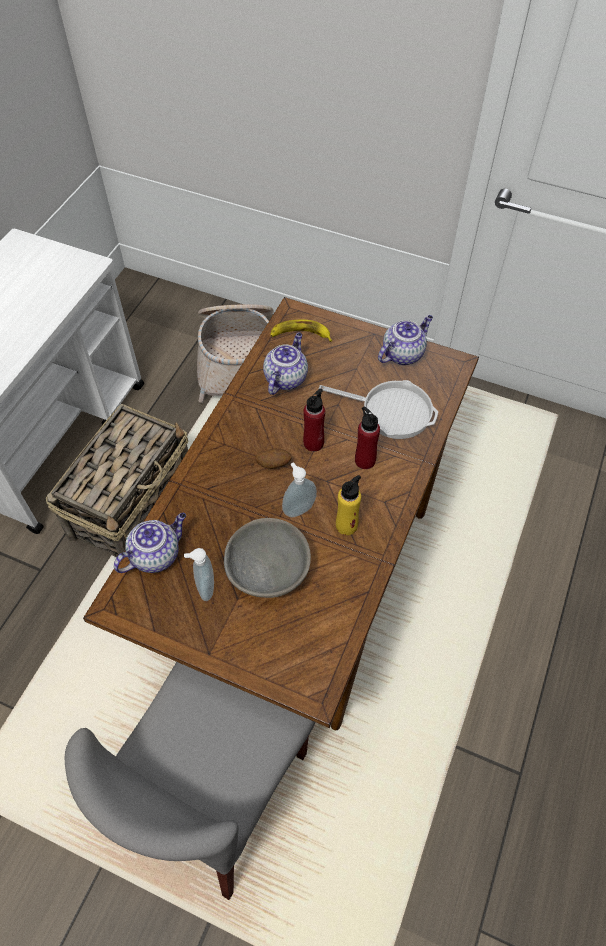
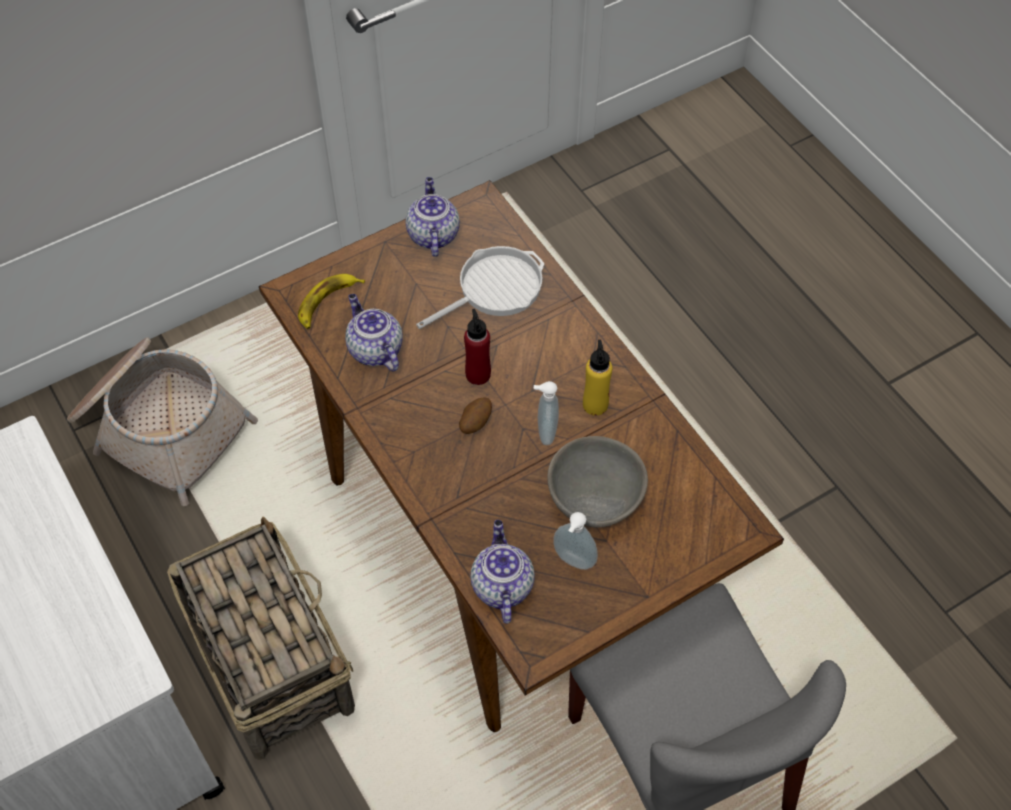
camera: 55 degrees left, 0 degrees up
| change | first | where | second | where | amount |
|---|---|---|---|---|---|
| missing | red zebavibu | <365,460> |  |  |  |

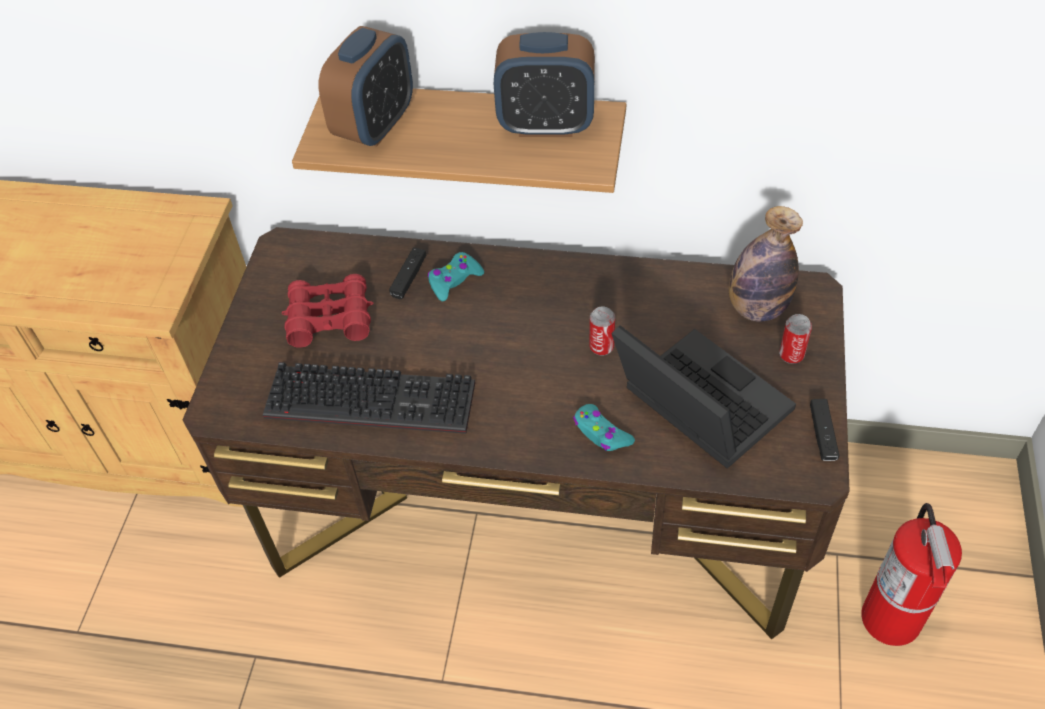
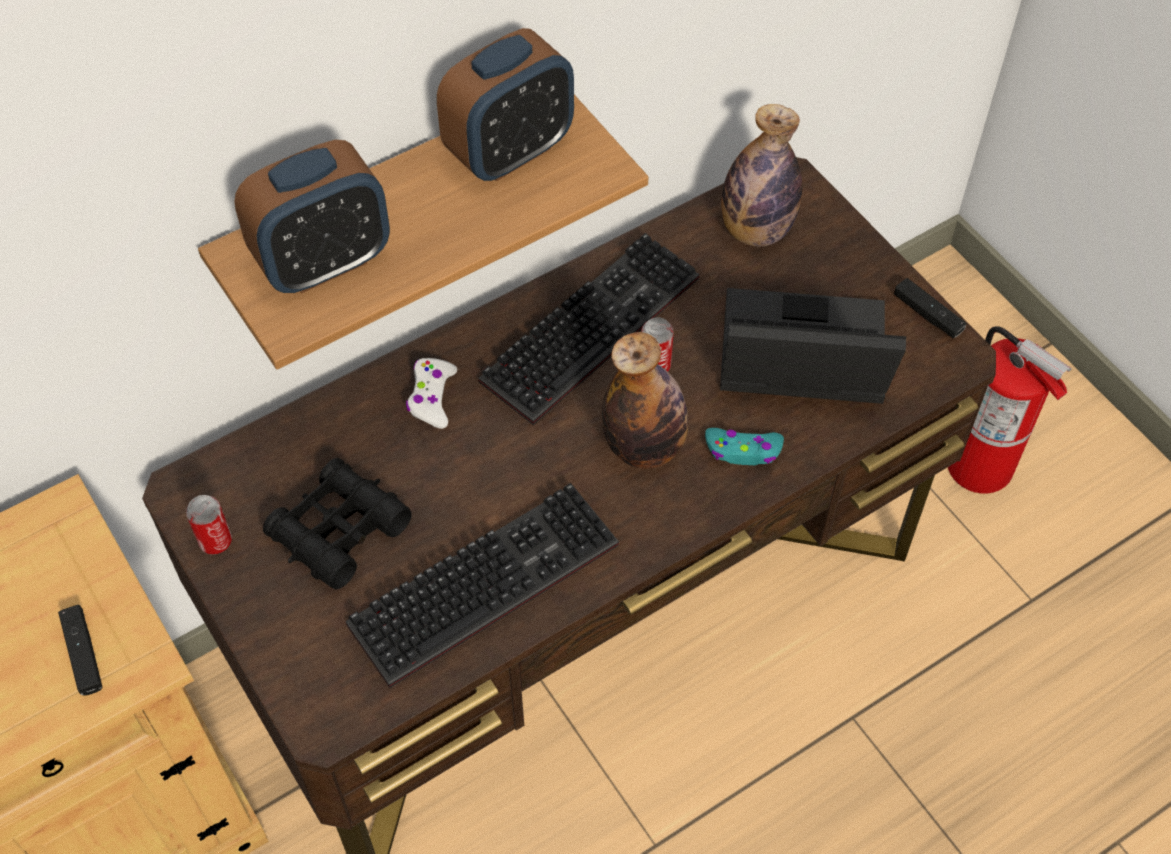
camera: 45 degrees left, 5 degrees up
| change | first | where | second | where | amount |
|---|---|---|---|---|---|
| colour | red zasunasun | <329,318> | black zasunasun | <338,531> |  |
| spun | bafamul | <375,126> |  | <324,262> | 75 degrees clockwise |
| relocated | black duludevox | <409,278> |  | <83,654> |  |
| colour | turquoise duludevox | <454,280> | white duludevox | <432,397> |  |
| relocated | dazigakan | <791,355> |  | <215,541> |  |
| appeared |  |  | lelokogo | <590,324> |  |
| appeared |  |  | zebavibu | <644,447> |  |

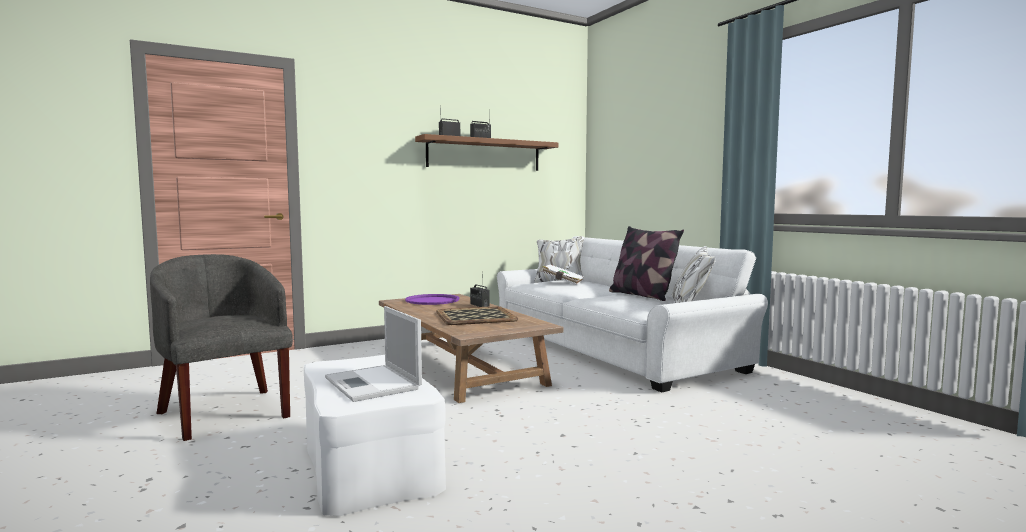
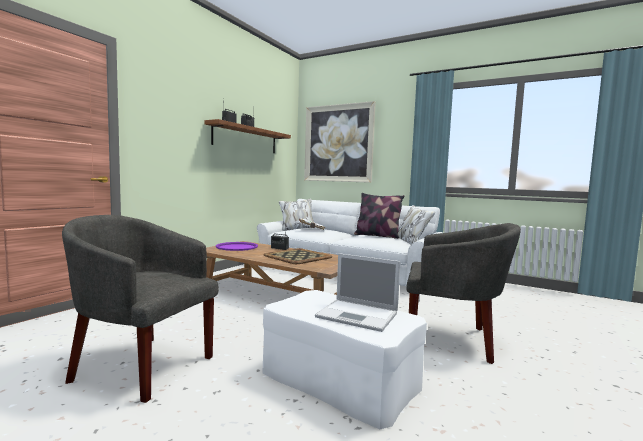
camera: 30 degrees left, 0 degrees up
| change | first | where | second | where | amount |
|---|---|---|---|---|---|
| appeared |  |  | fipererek | <338,143> |  |
| appeared |  |  | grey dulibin | <452,339> |  |

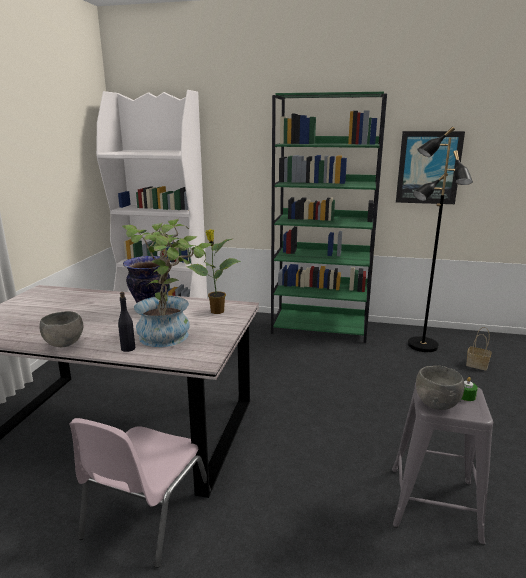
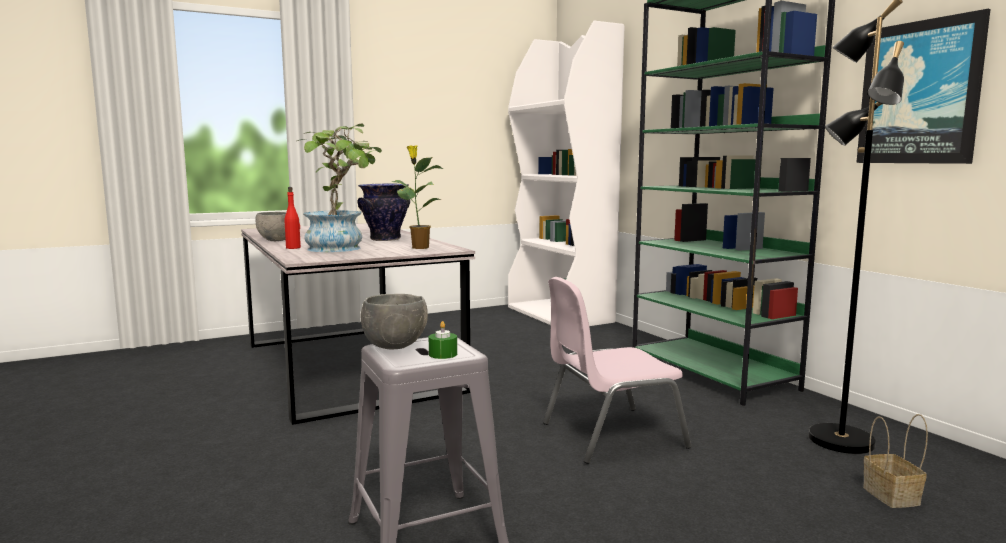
camera: 50 degrees right, 10 degrees down
| change | first | where | second | where | amount |
|---|---|---|---|---|---|
| relocated | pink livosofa | <145,515> |  | <610,435> |  |
| colour | black zebavibu | <128,348> | red zebavibu | <293,248> |  |

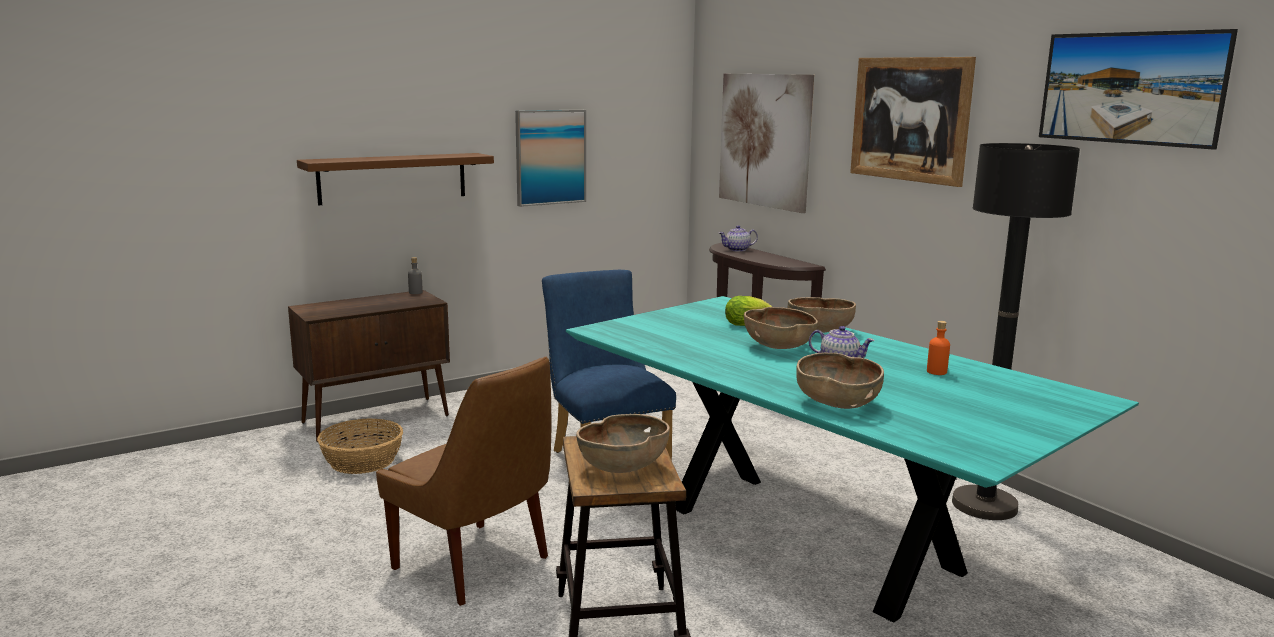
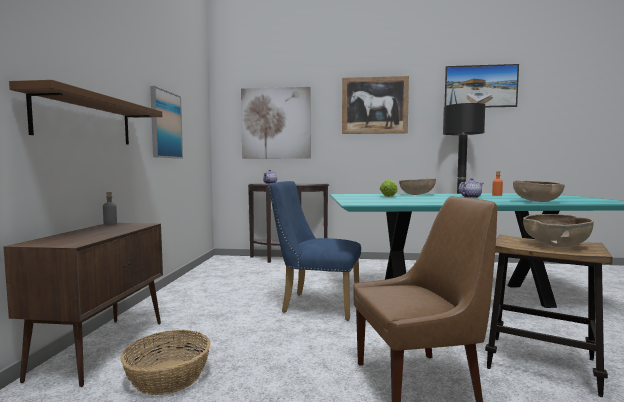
camera: 50 degrees left, 10 degrees down
| change | first | where | second | where | amount |
|---|---|---|---|---|---|
| missing | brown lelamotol | <778,347> |  |  |  |

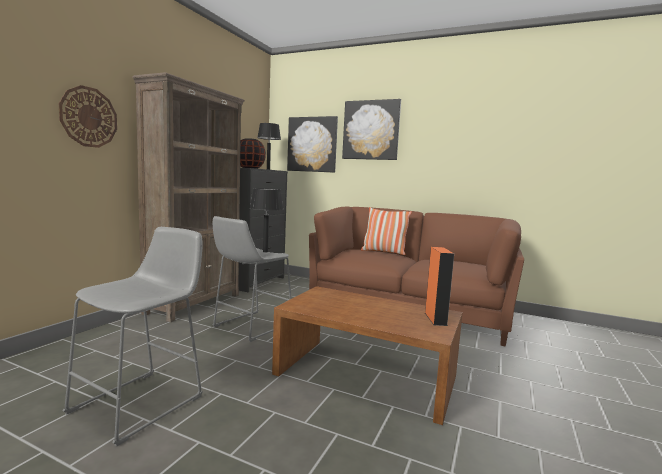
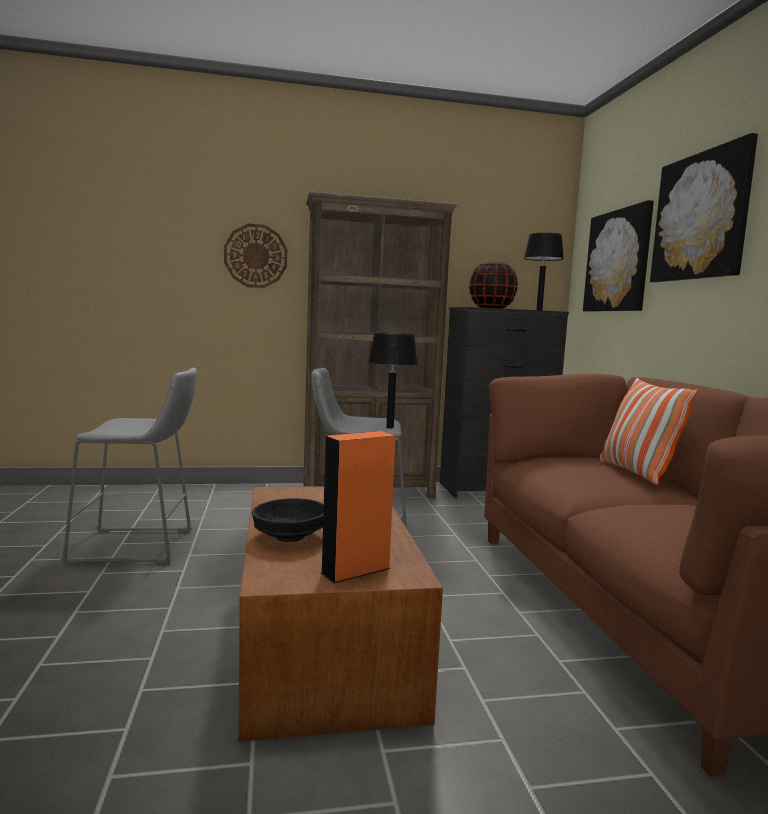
camera: 55 degrees right, 0 degrees up
| change | first | where | second | where | amount |
|---|---|---|---|---|---|
| appeared |  |  | black lelamotol | <290,536> |  |

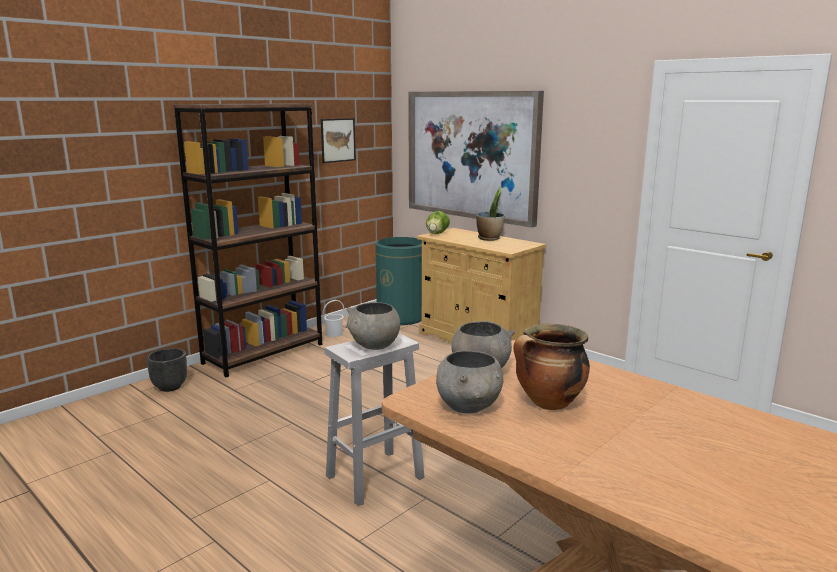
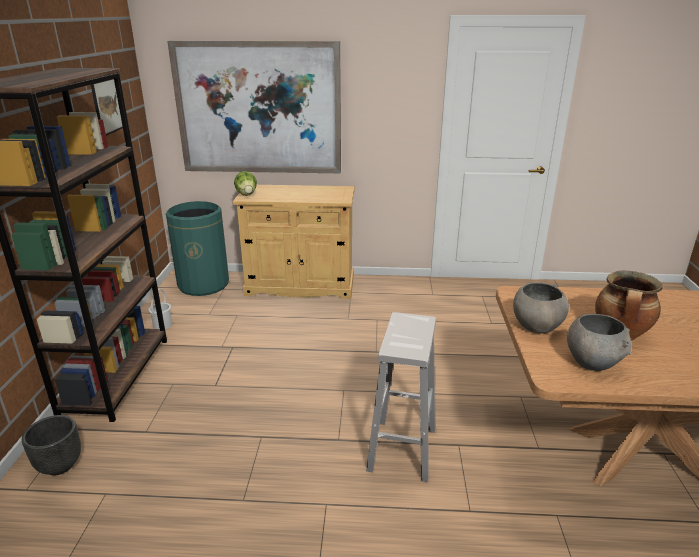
camera: 40 degrees left, 10 degrees up
| change | first | where | second | where | amount |
|---|---|---|---|---|---|
| missing | grey lelamotol | <374,346> |  |  |  |
| missing | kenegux | <489,238> |  |  |  |

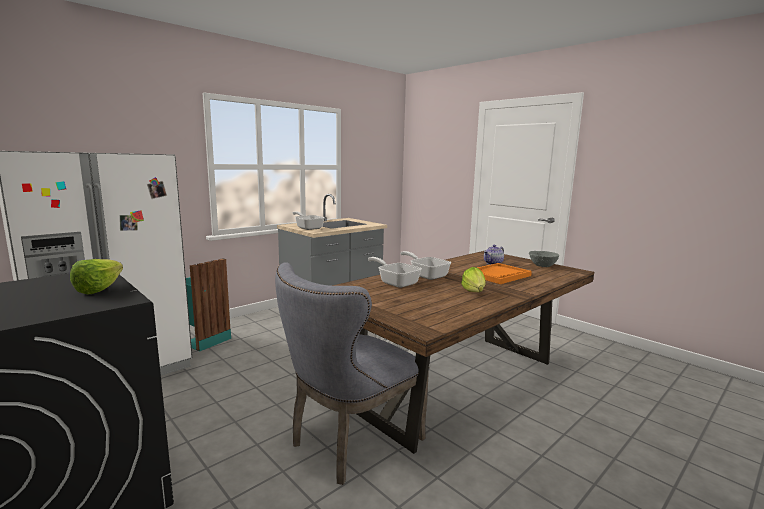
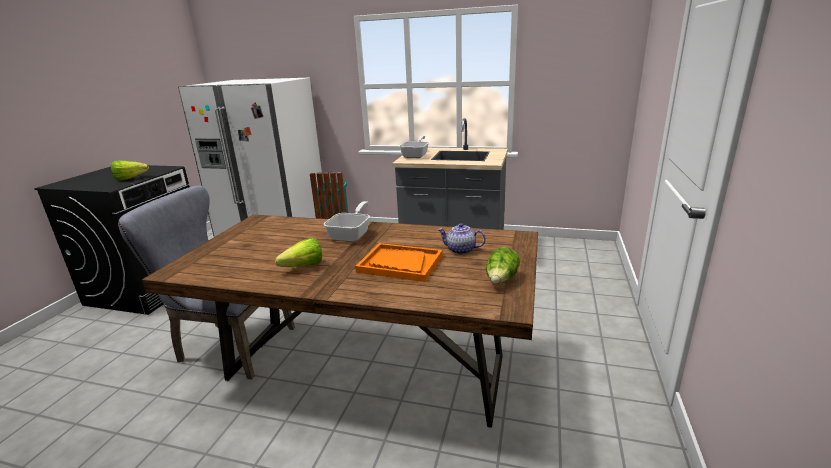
camera: 60 degrees right, 10 degrees up
| change | first | where | second | where | amount |
|---|---|---|---|---|---|
| missing | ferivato | <395,282> |  |  |  |
| exchanged | grey lelamotol | <542,266> | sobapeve | <501,280> |  |

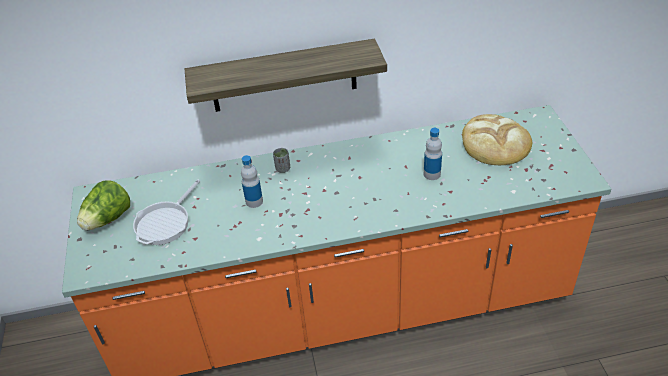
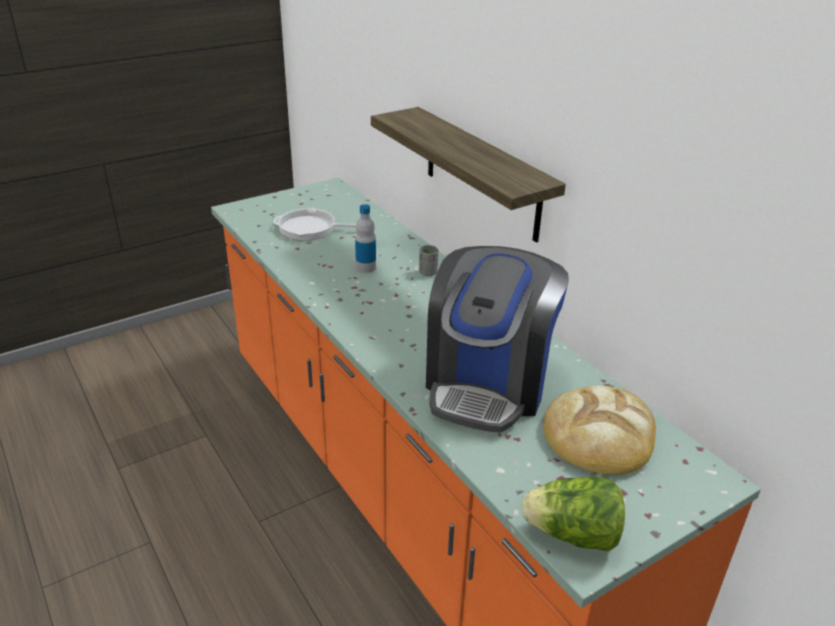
camera: 65 degrees right, 10 degrees down
| change | first | where | second | where | amount |
|---|---|---|---|---|---|
| relocated | sobapeve | <108,219> |  | <572,535> |  |
| exchanged | zebavibu | <432,174> | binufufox | <488,383> |  |

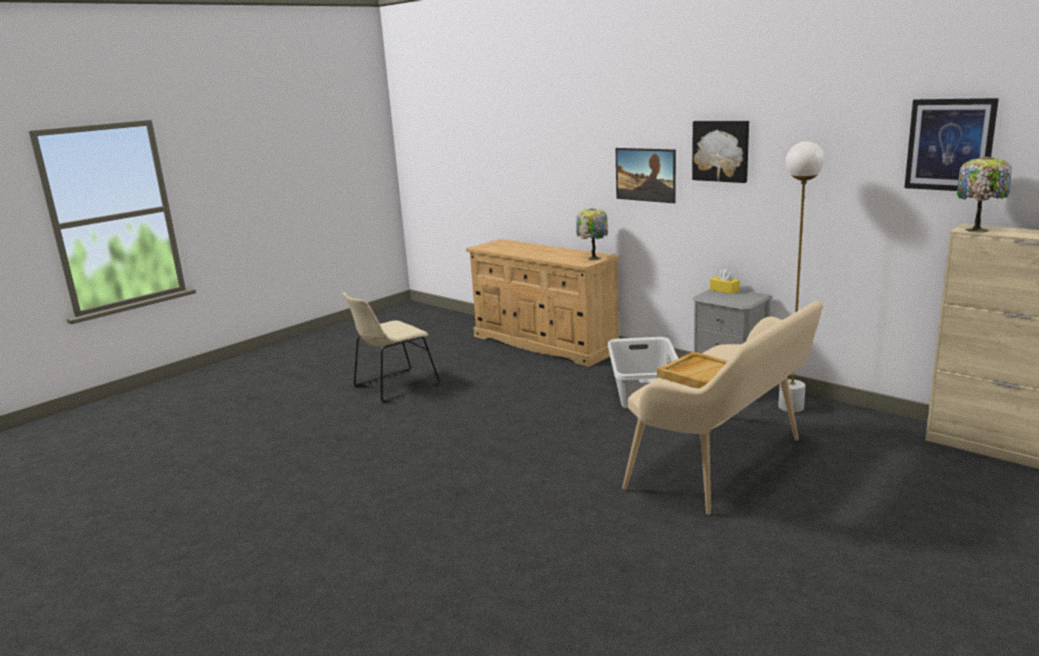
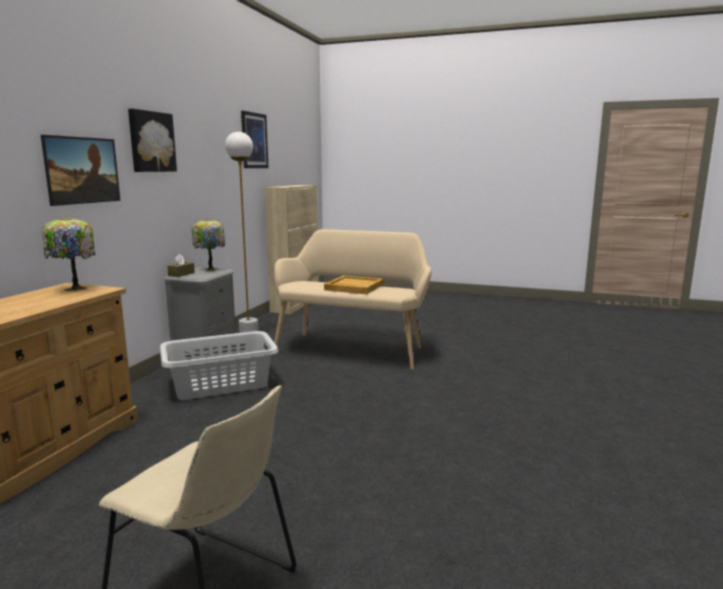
camera: 115 degrees left, 5 degrees down
| change | first | where | second | where | amount |
|---|---|---|---|---|---|
| colour | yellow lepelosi | <724,290> | brown lepelosi | <181,274> |  |
| relocated | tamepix | <978,230> |  | <211,269> |  |

